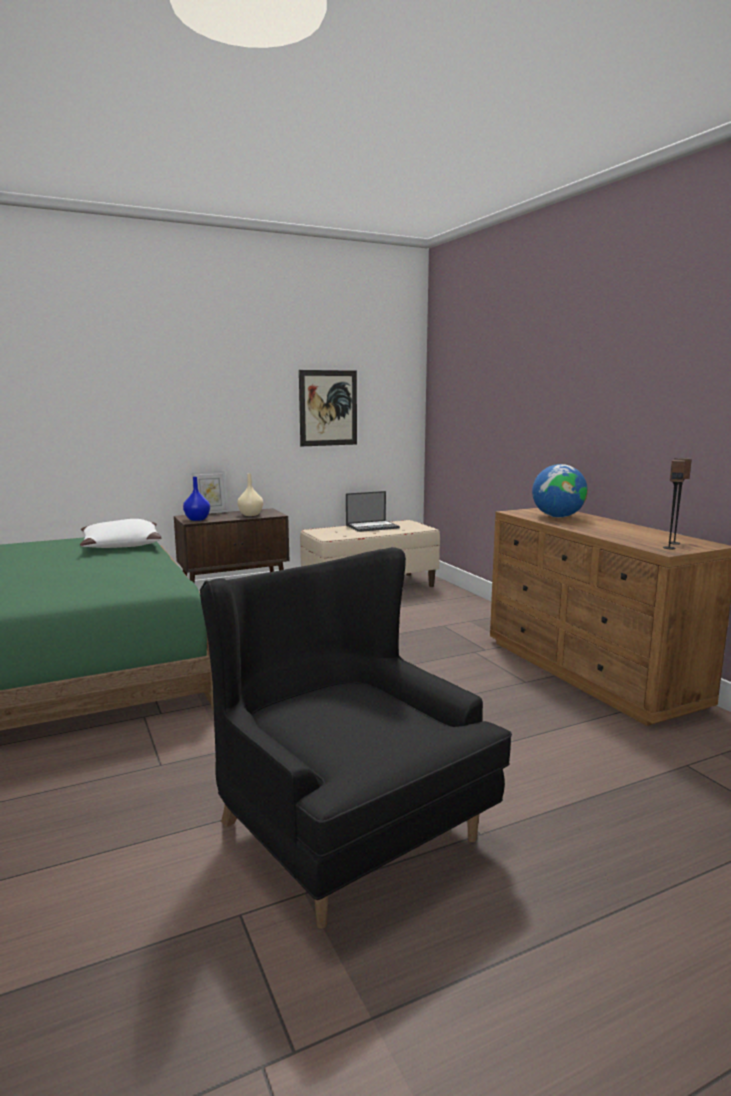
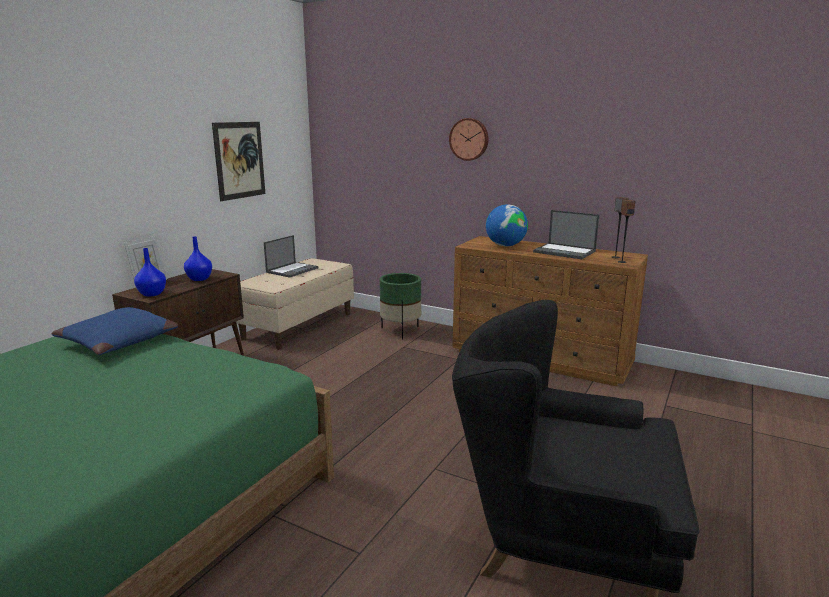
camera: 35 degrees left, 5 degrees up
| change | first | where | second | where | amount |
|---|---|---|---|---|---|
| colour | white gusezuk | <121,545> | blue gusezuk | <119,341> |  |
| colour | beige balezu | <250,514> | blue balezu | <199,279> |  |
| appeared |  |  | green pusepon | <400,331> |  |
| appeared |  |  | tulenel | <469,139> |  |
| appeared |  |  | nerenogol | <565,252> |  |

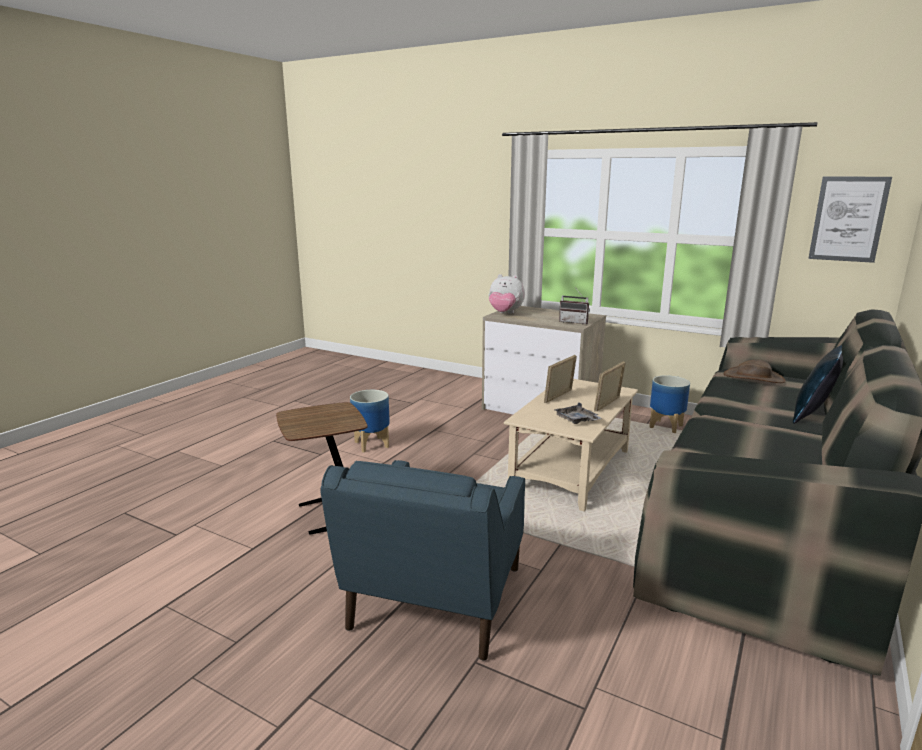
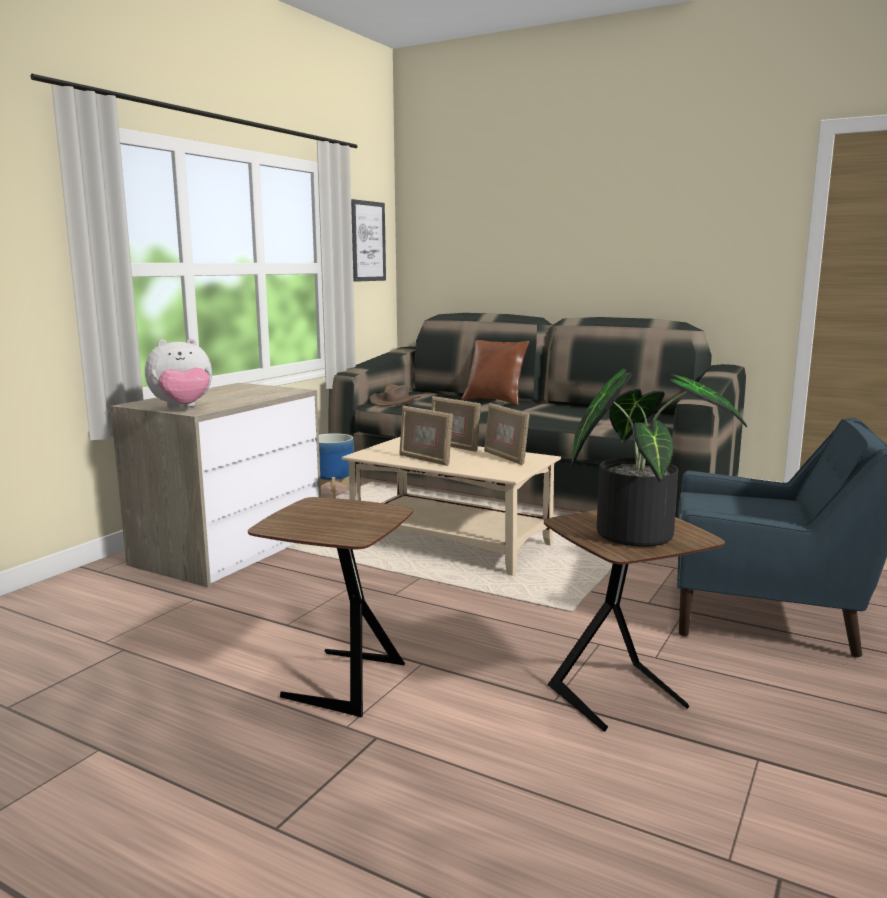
camera: 90 degrees left, 5 degrees down
| change | first | where | second | where | amount |
|---|---|---|---|---|---|
| exchanged | pusepon | <371,445> | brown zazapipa | <339,682> |  |
| spun | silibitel | <505,313> |  | <183,408> | 45 degrees clockwise |
| exchanged | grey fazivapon | <576,420> | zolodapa | <505,458> |  |
| missing | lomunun | <574,322> |  |  |  |
| colour | blue gusezuk | <814,416> | brown gusezuk | <495,402> |  |
| appeared |  |  | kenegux | <638,532> |  |

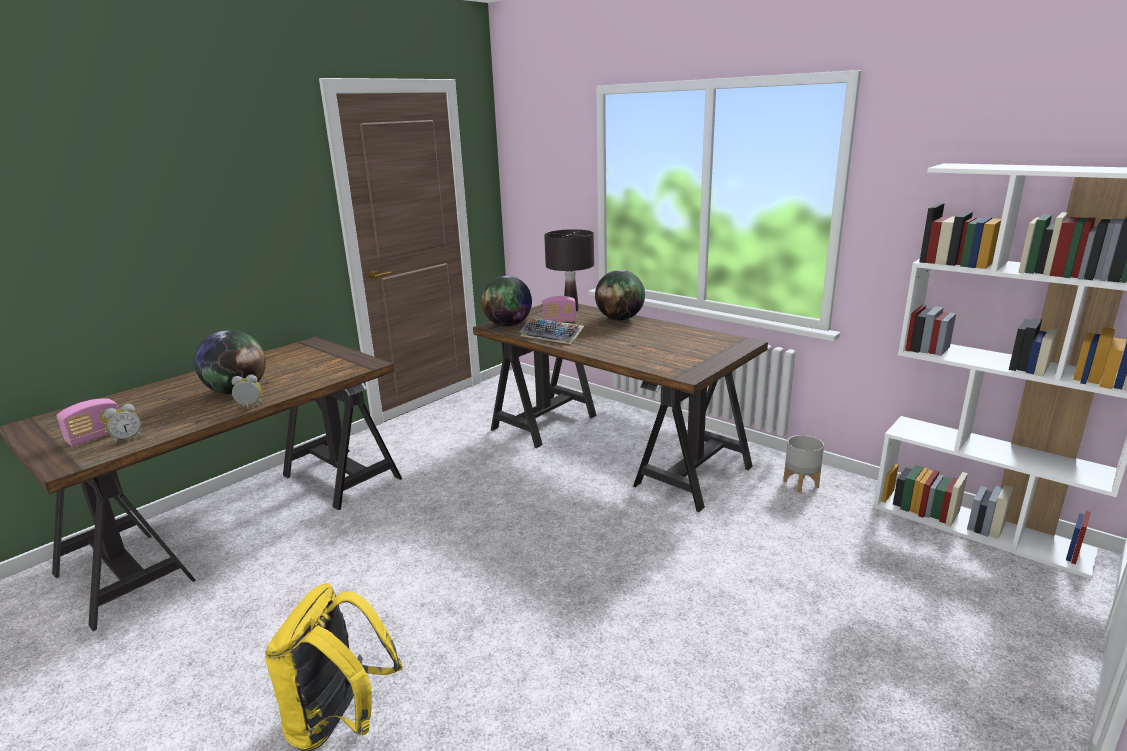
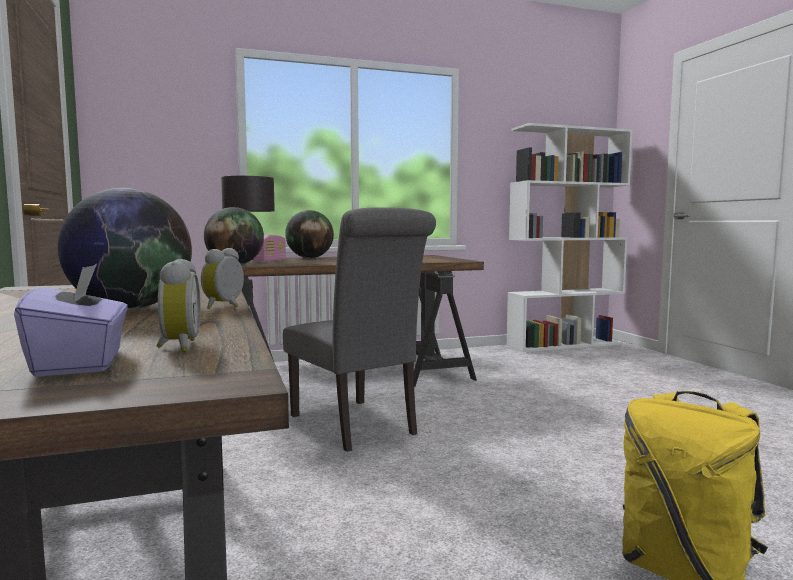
camera: 60 degrees left, 15 degrees down
| change | first | where | second | where | amount |
|---|---|---|---|---|---|
| exchanged | lomunun | <96,437> | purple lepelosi | <82,363> |  |
| missing | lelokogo | <553,336> |  |  |  |
| missing | grey pusepon | <800,483> |  |  |  |
| appeared |  |  | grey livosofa | <357,426> |  |

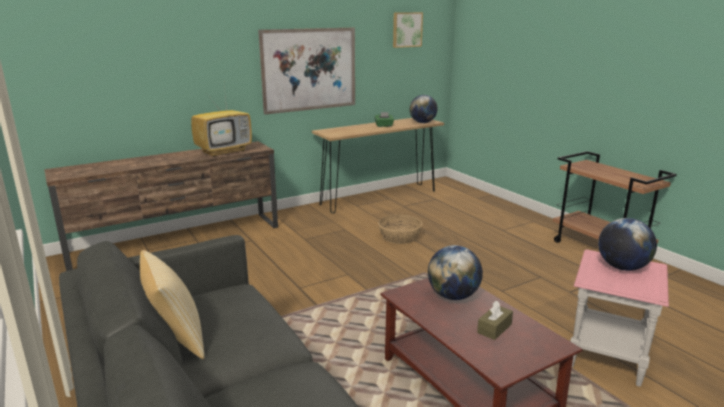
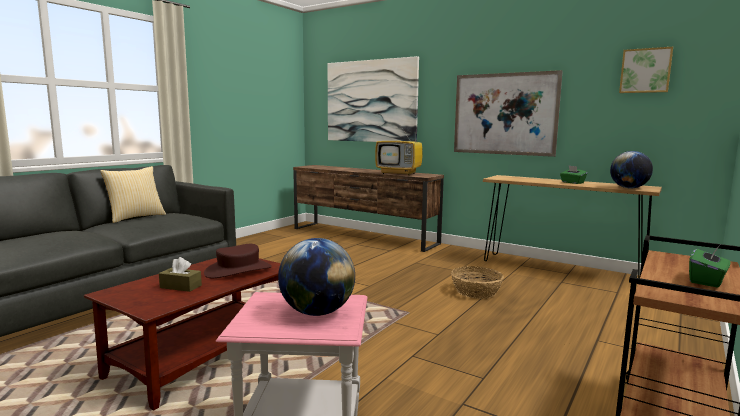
camera: 65 degrees right, 10 degrees down
| change | first | where | second | where | amount |
|---|---|---|---|---|---|
| exchanged | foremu | <453,296> | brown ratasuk | <238,270> |  |
| appeared |  |  | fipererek | <371,101> |  |
| appeared |  |  | green lepelosi | <707,281> |  |

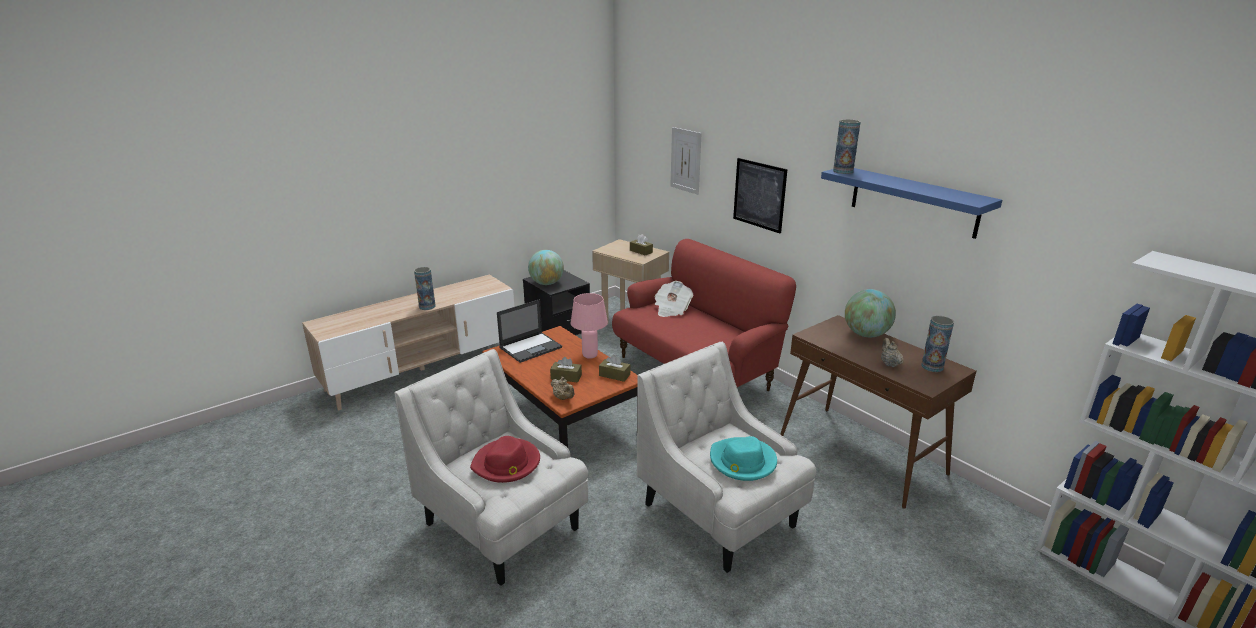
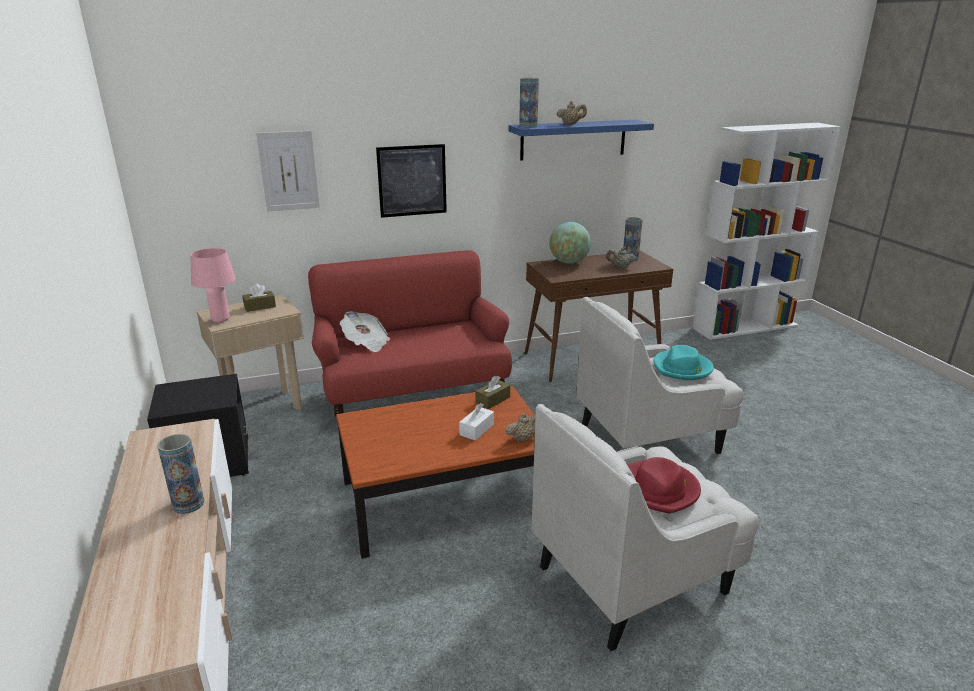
camera: 70 degrees left, 0 degrees up
| change | first | where | second | where | amount |
|---|---|---|---|---|---|
| missing | nerenogol | <531,347> |  |  |  |
| missing | foremu | <547,283> |  |  |  |
| colour | brown lepelosi | <566,377> | white lepelosi | <476,429> |  |
| relocated | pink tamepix | <589,356> |  | <220,320> |  |
| appeared |  |  | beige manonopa | <570,124> |  |

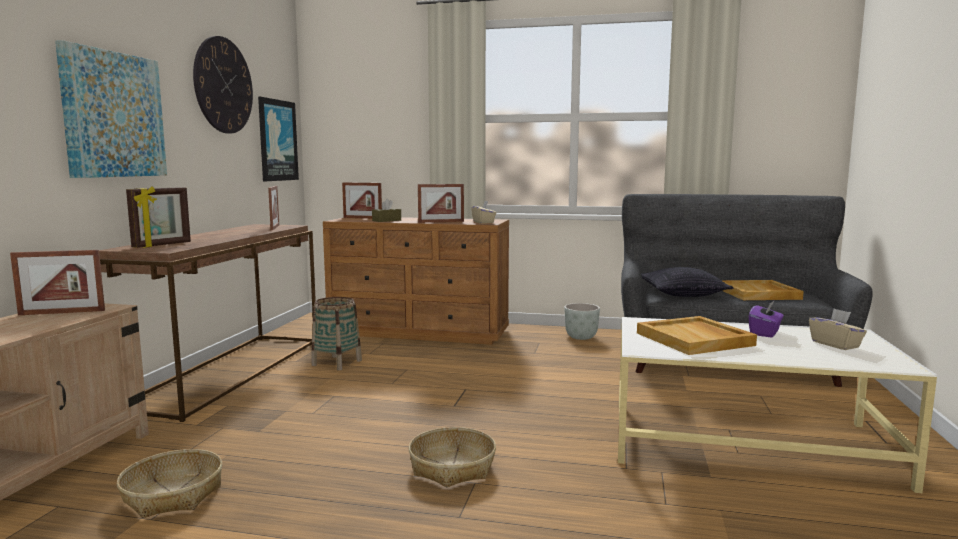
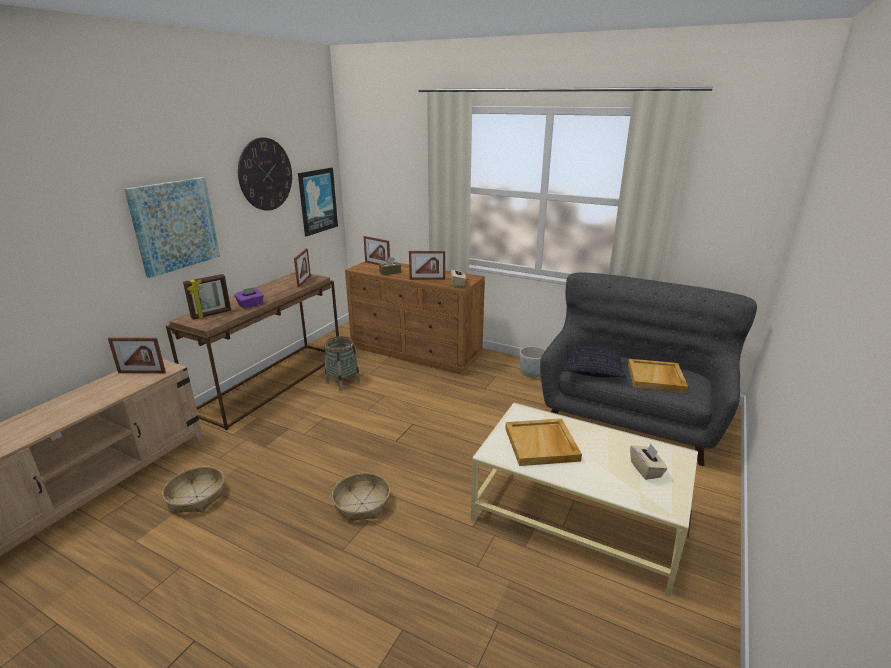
camera: 15 degrees right, 15 degrees up
| change | first | where | second | where | amount |
|---|---|---|---|---|---|
| relocated | purple lepelosi | <765,333> |  | <251,305> |  |

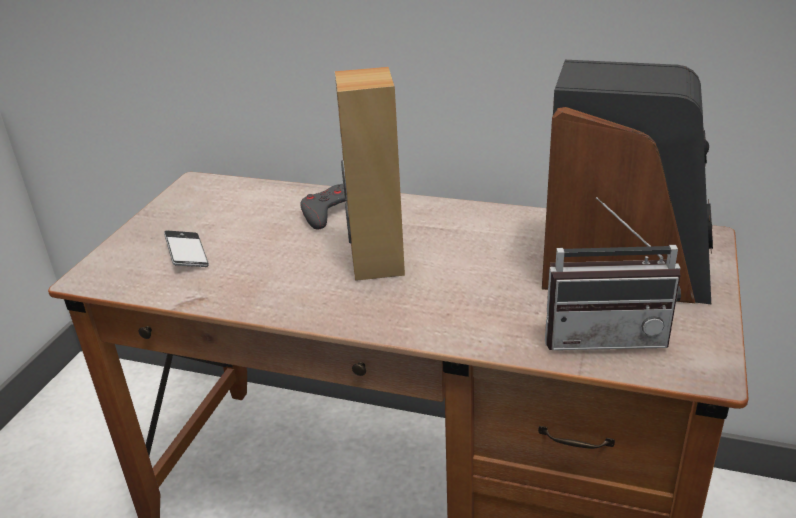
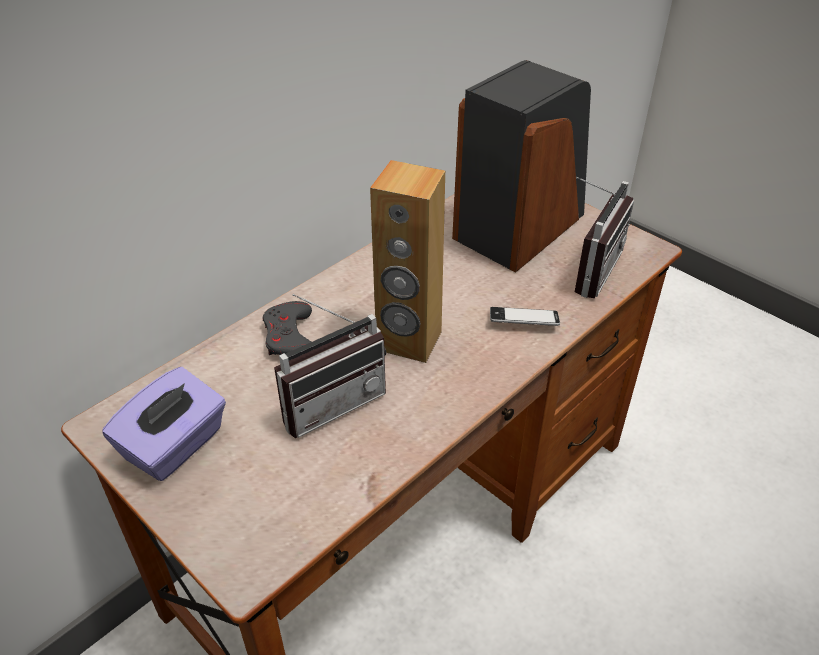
camera: 65 degrees left, 10 degrees up
| change | first | where | second | where | amount |
|---|---|---|---|---|---|
| relocated | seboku | <187,254> |  | <523,321> |  |
| appeared |  |  | purple lepelosi | <175,445> |  |
| appeared |  |  | lomunun | <330,401> |  |

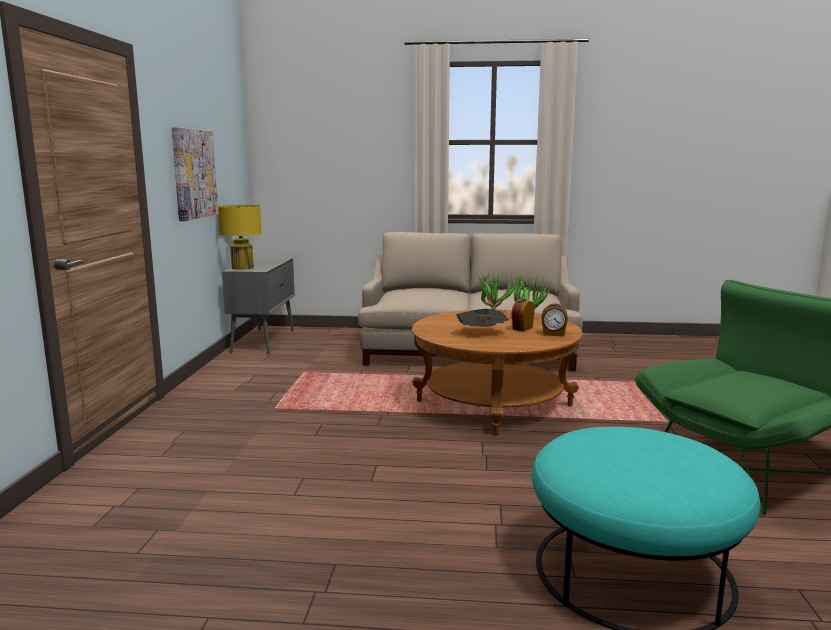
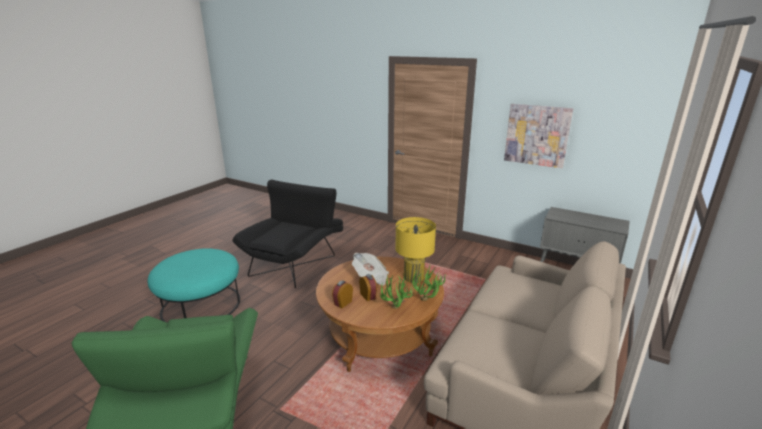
camera: 115 degrees right, 10 degrees up
| change | first | where | second | where | amount |
|---|---|---|---|---|---|
| relocated | yellow tamepix | <242,268> |  | <414,277> |  |
| appeared |  |  | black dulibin | <295,262> |  |

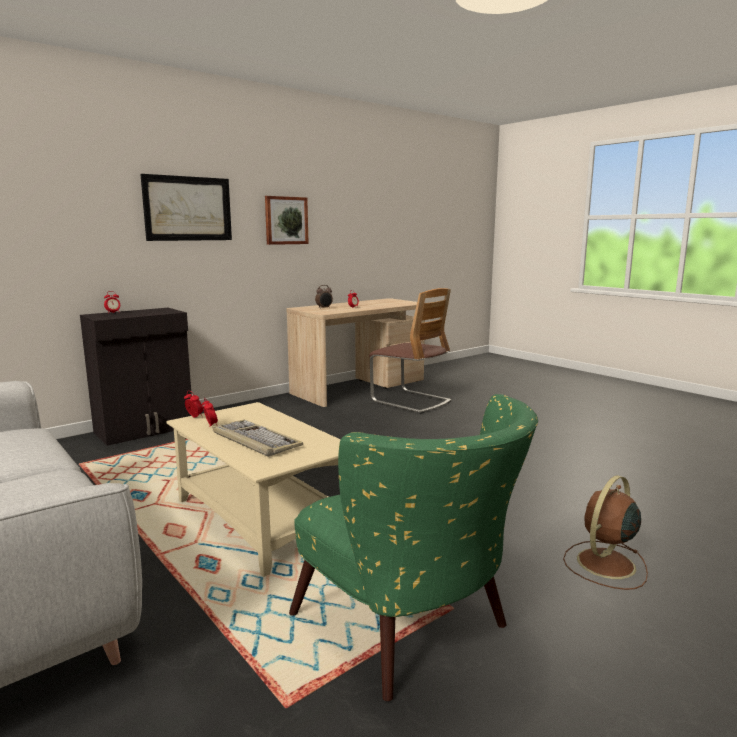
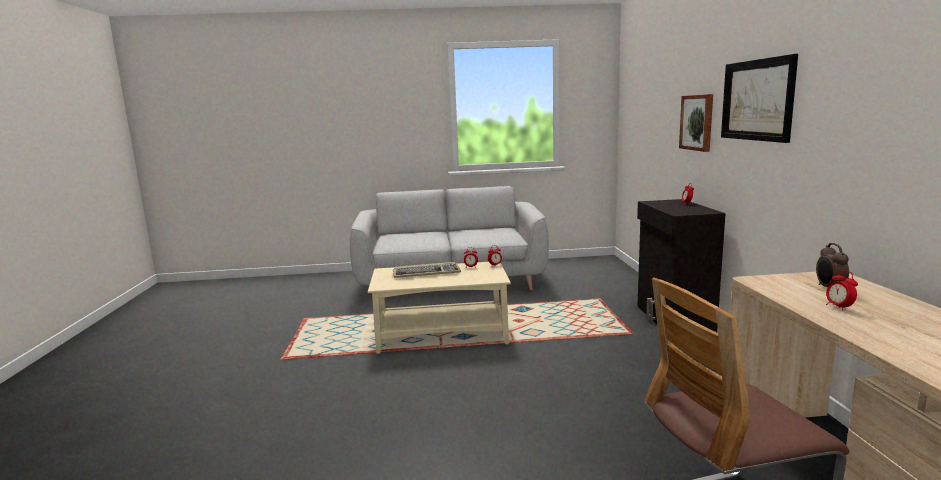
camera: 125 degrees right, 0 degrees up
| change | first | where | second | where | amount |
|---|---|---|---|---|---|
| relocated | fipererek | <286,220> |  | <697,122> |  |
| missing | green dulibin | <412,633> |  |  |  |
| missing | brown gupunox | <604,564> |  |  |  |

